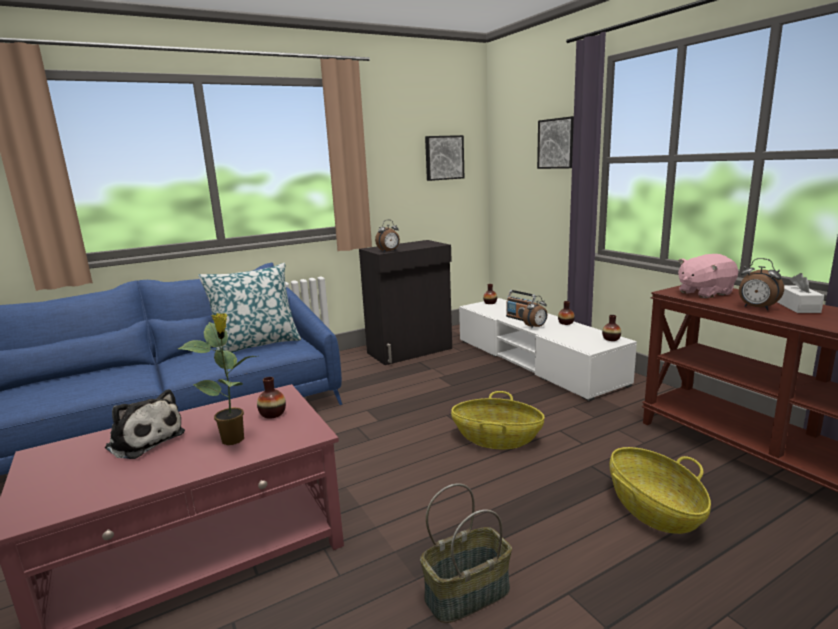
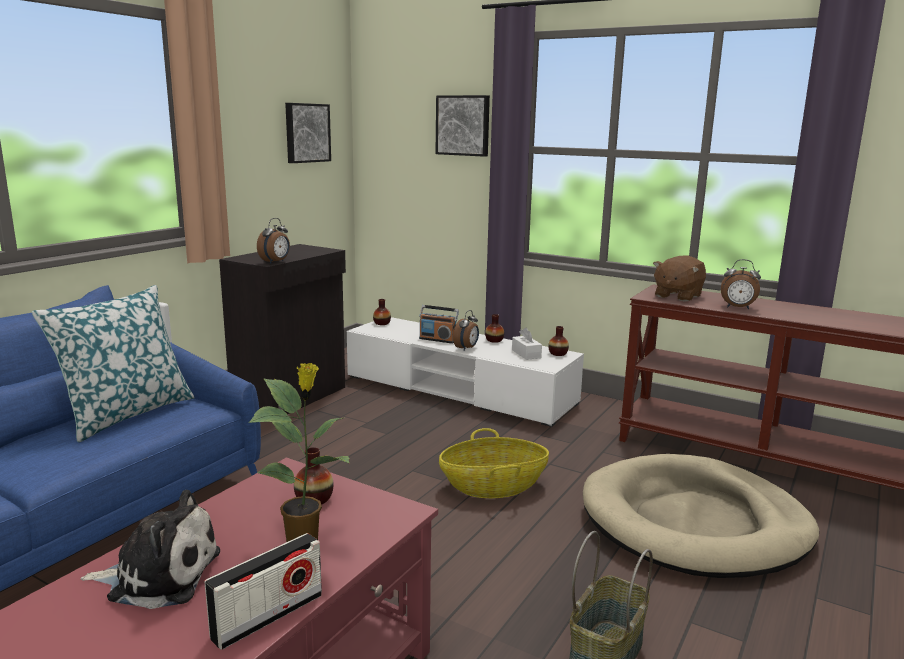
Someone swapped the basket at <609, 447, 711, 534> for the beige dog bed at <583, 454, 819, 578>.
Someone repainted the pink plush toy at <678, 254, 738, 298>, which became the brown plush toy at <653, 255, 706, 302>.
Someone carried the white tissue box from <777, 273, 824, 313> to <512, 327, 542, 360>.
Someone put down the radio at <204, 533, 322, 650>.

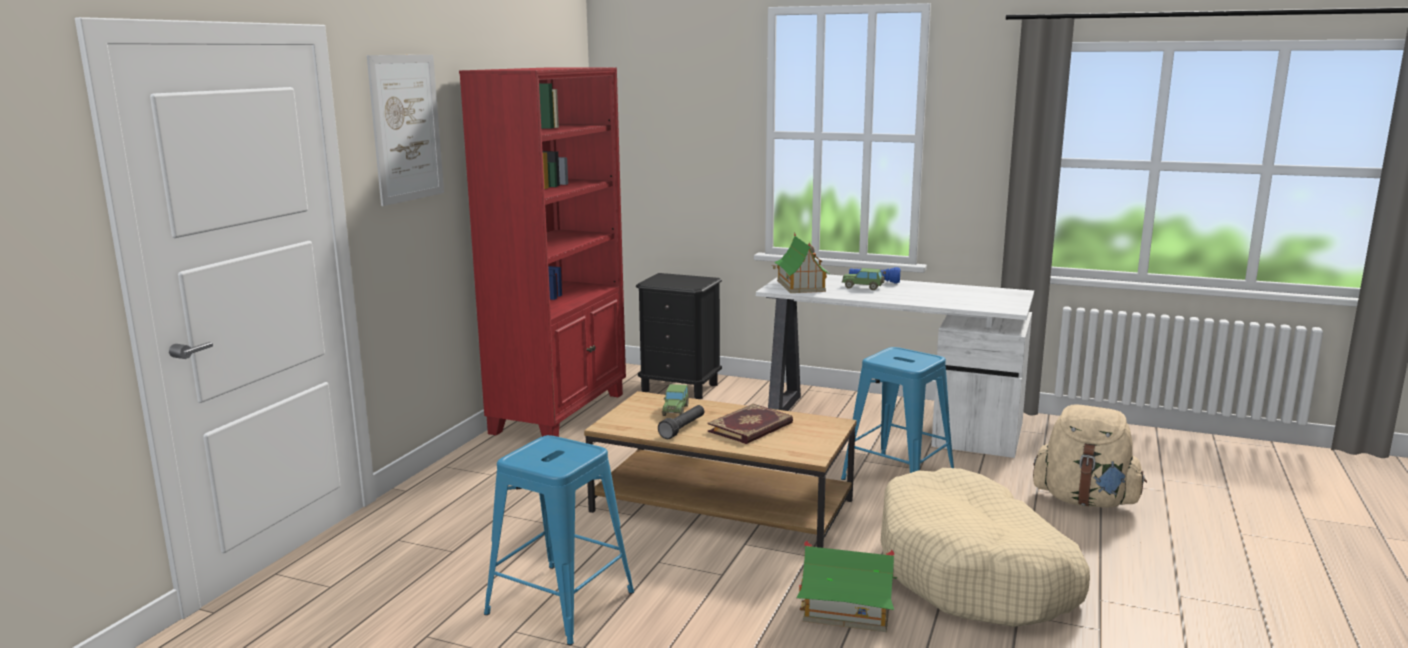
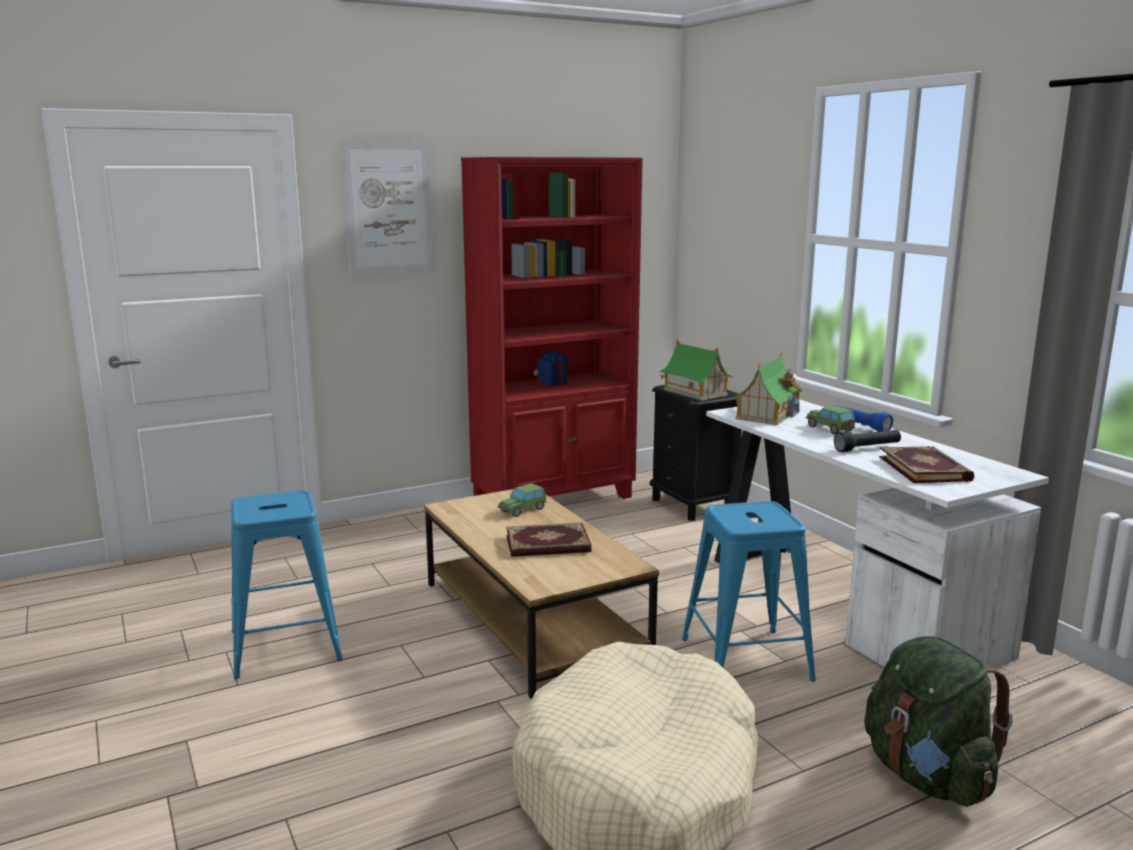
Someone carried the black flashlight from <658, 405, 704, 439> to <834, 430, 901, 452>.
Someone carried the toy house from <796, 541, 897, 632> to <659, 339, 734, 401>.
Someone repainted the beige backpack at <1033, 404, 1147, 508>, which became the green backpack at <864, 636, 1013, 807>.
Someone put down the book at <879, 446, 974, 483>.

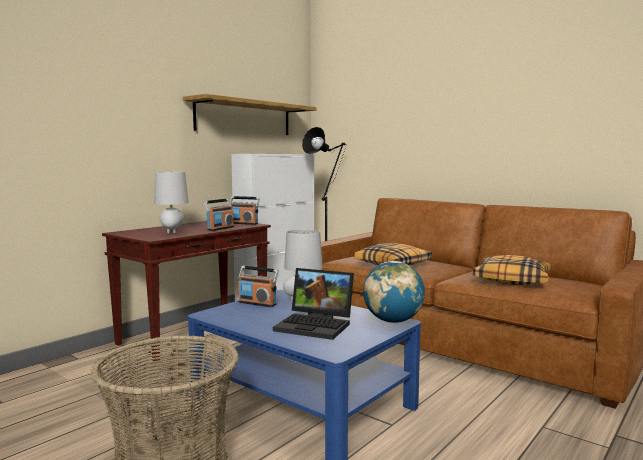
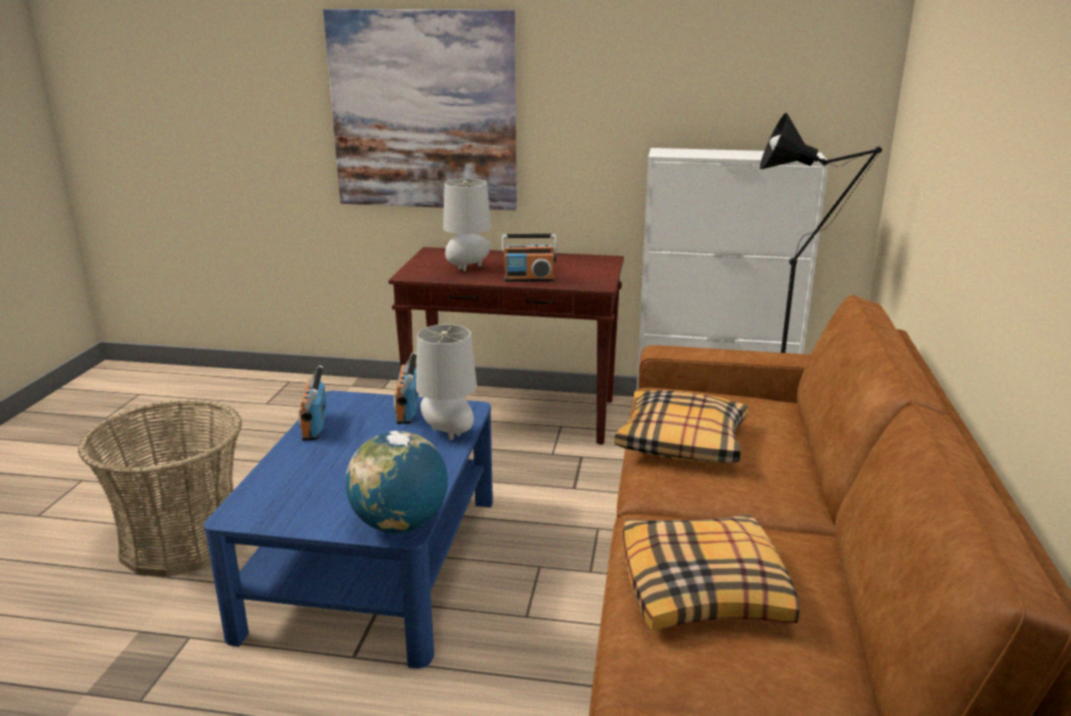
Someone took away the shelf at <183, 94, 316, 135>.
Someone carried the radio from <230, 196, 260, 225> to <299, 365, 327, 441>.
Someone took away the laptop at <273, 268, 354, 340>.
Someone put up the picture at <323, 9, 517, 210>.

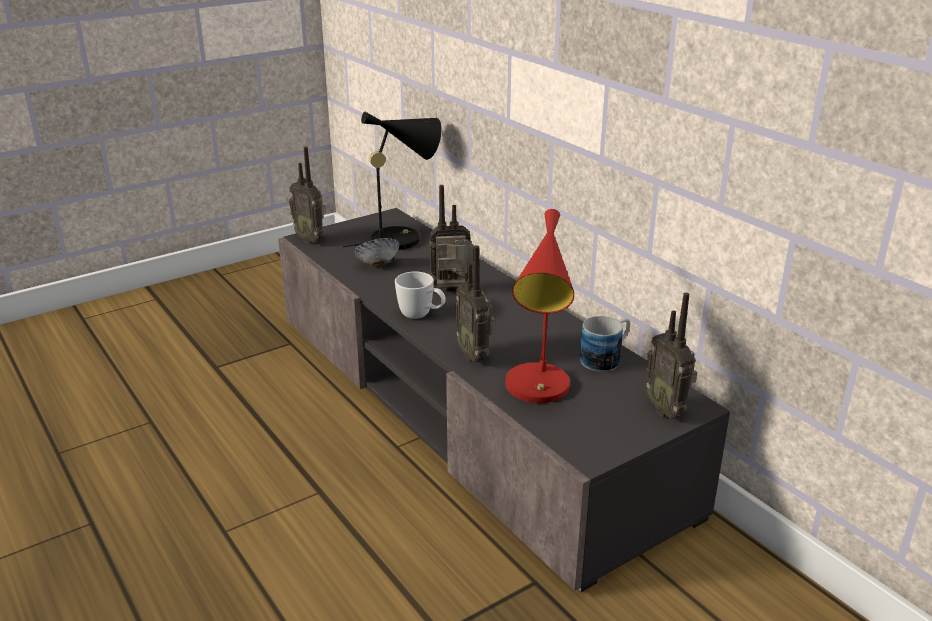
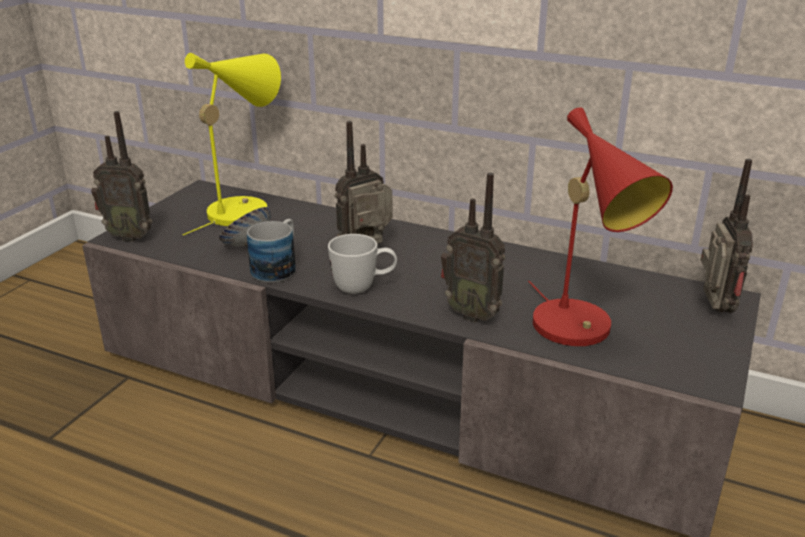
Someone repainted the black table lamp at <342, 112, 442, 250>, which became the yellow table lamp at <182, 53, 281, 235>.
Someone carried the mug from <580, 316, 630, 372> to <247, 219, 296, 283>.
Someone rotated the radio at <646, 293, 697, 418> by 120 degrees counterclockwise.

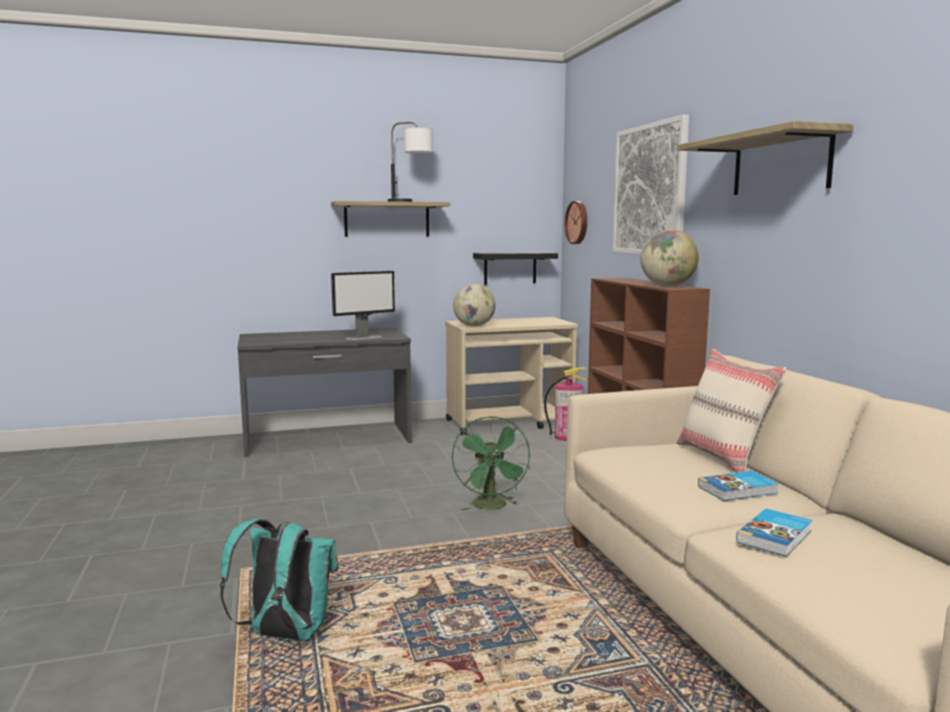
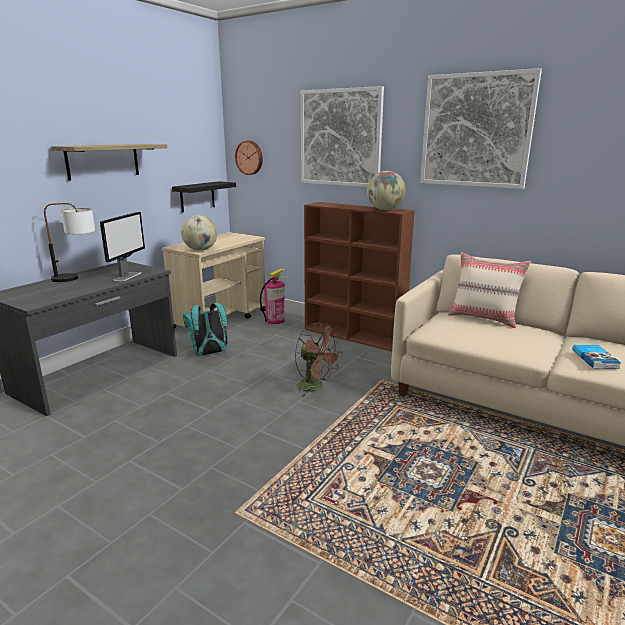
Someone carried the turquoise backpack from <220, 518, 338, 641> to <183, 303, 227, 356>.
Someone carried the table lamp from <388, 122, 433, 202> to <44, 203, 95, 282>.
Someone repainted the green fan at <452, 416, 530, 511>, which became the brown fan at <295, 323, 343, 397>.
Someone swapped the shelf at <677, 121, 854, 195> for the picture at <420, 68, 542, 189>.
Someone took away the book at <698, 471, 779, 501>.

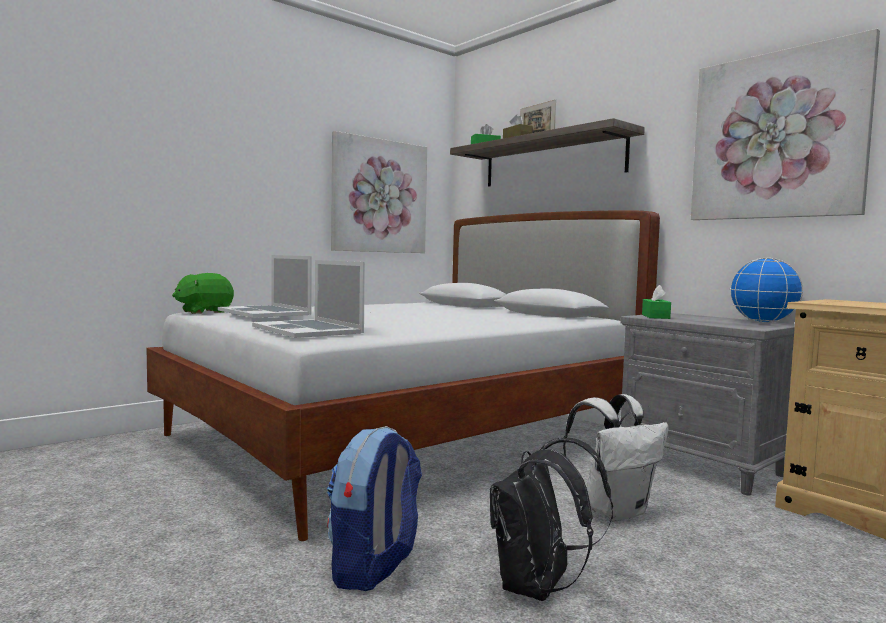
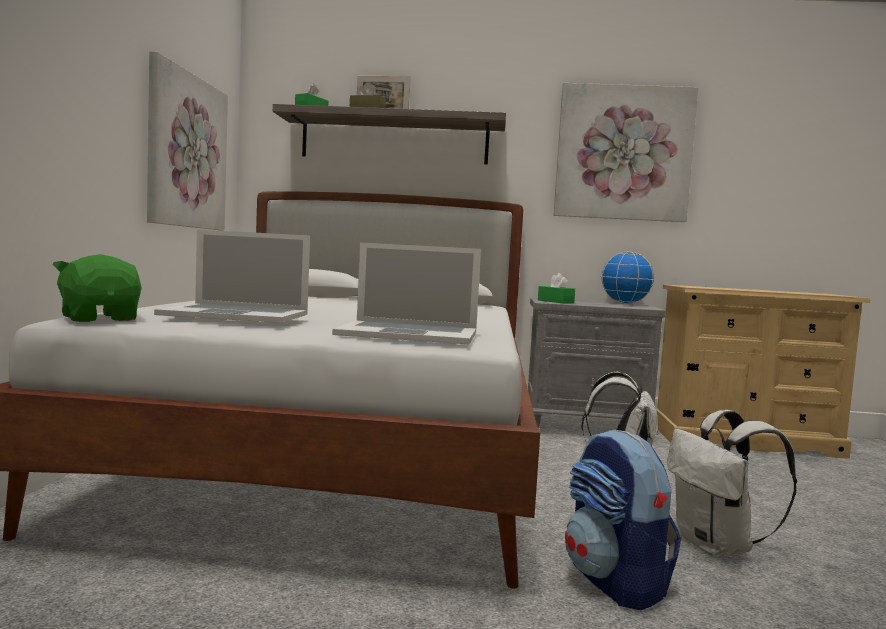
Someone rotated the green plush toy at <172, 273, 234, 314> by 135 degrees clockwise.
Someone repainted the black backpack at <490, 438, 613, 601>, which became the white backpack at <668, 410, 797, 556>.

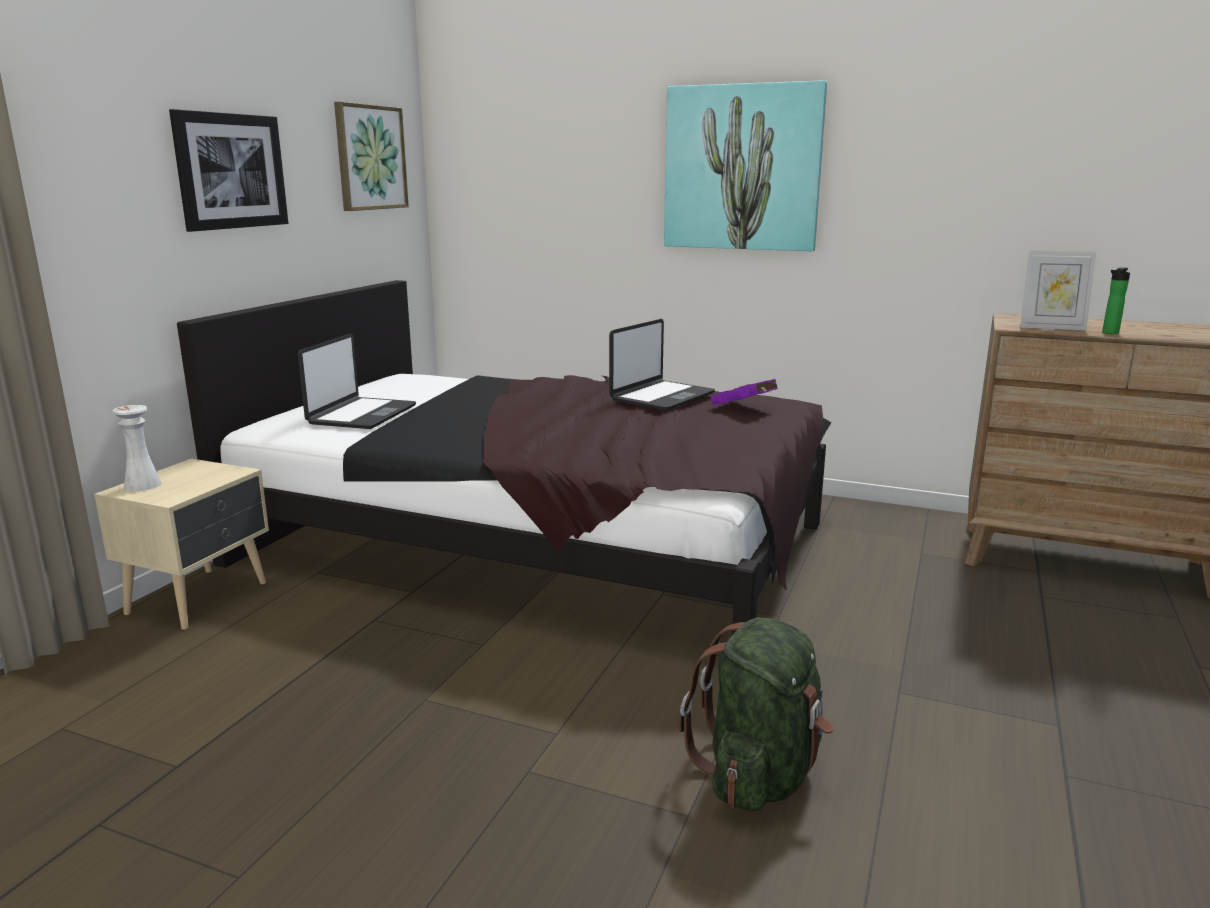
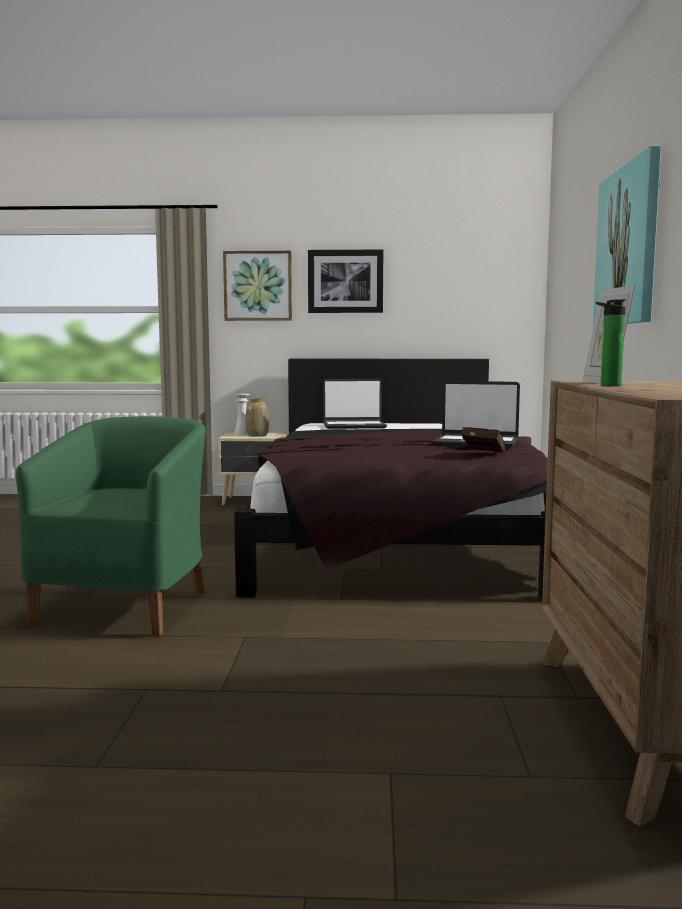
Someone carried the picture from <334, 102, 409, 211> to <223, 251, 292, 321>.
Someone swapped the green backpack at <678, 618, 834, 811> for the green armchair at <16, 416, 205, 637>.
Someone repainted the purple book at <711, 379, 778, 405>, which became the red book at <462, 427, 505, 453>.
Someone put down the vase at <245, 399, 269, 437>.

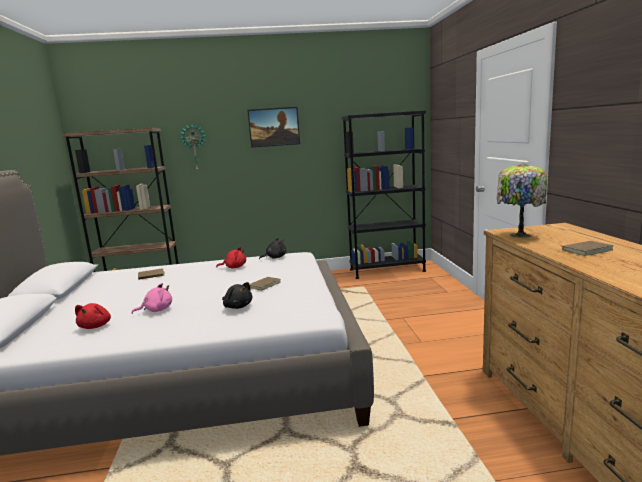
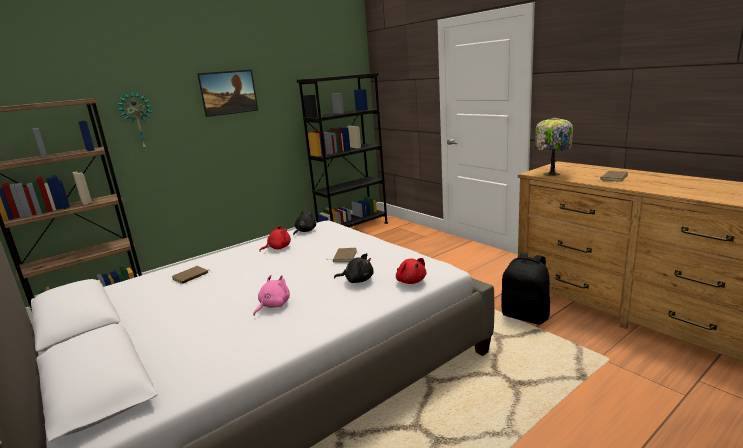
Someone carried the red plush toy from <75, 303, 111, 329> to <396, 258, 427, 284>.
Someone put down the black backpack at <501, 252, 550, 324>.

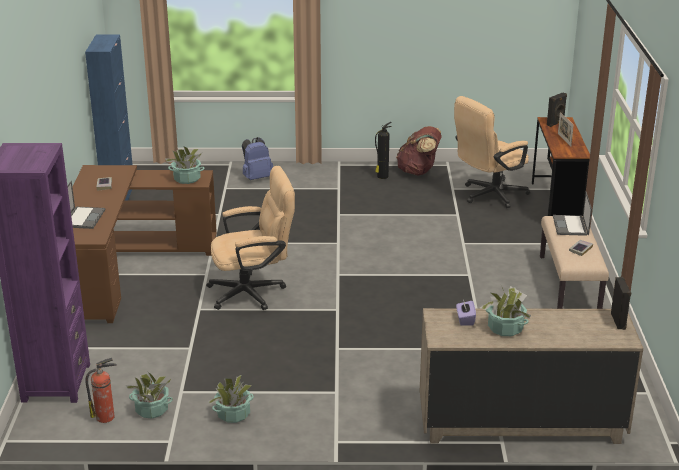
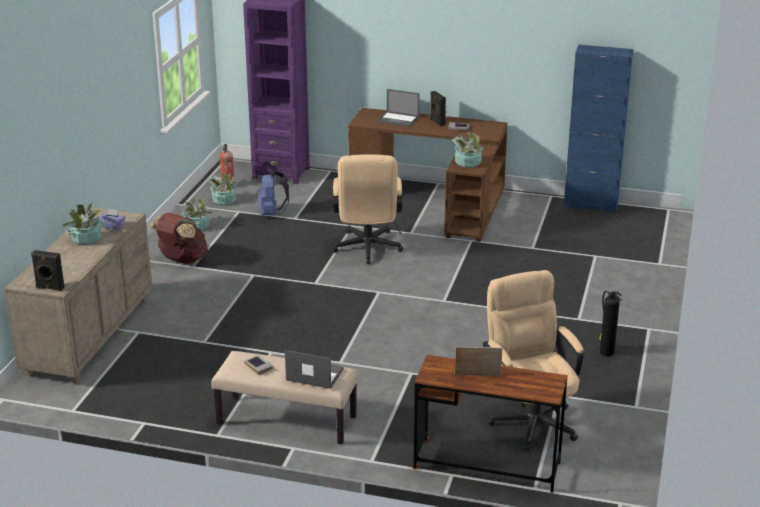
Someone carried the blue backpack from <242, 137, 273, 180> to <259, 171, 289, 215>.
Someone carried the brown backpack from <396, 126, 442, 175> to <149, 213, 208, 264>.
Someone carried the black speaker from <547, 93, 567, 127> to <430, 91, 446, 127>.

